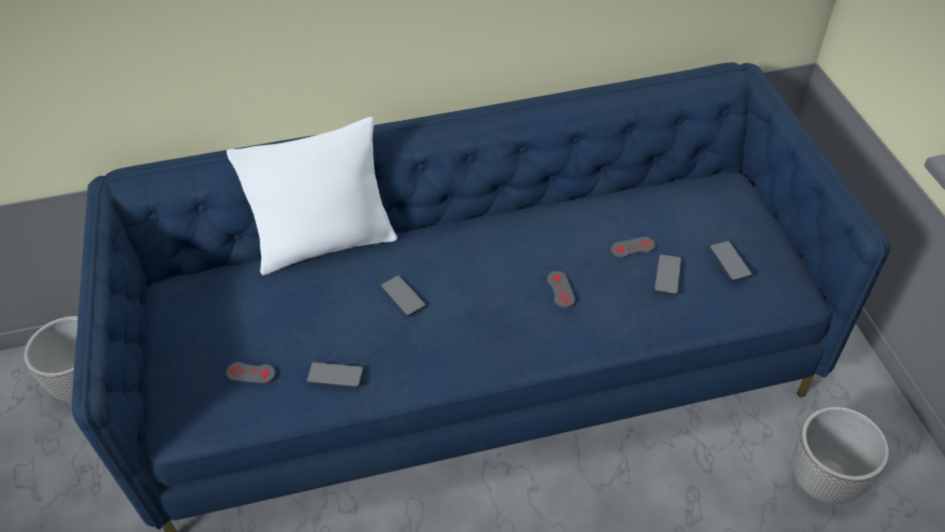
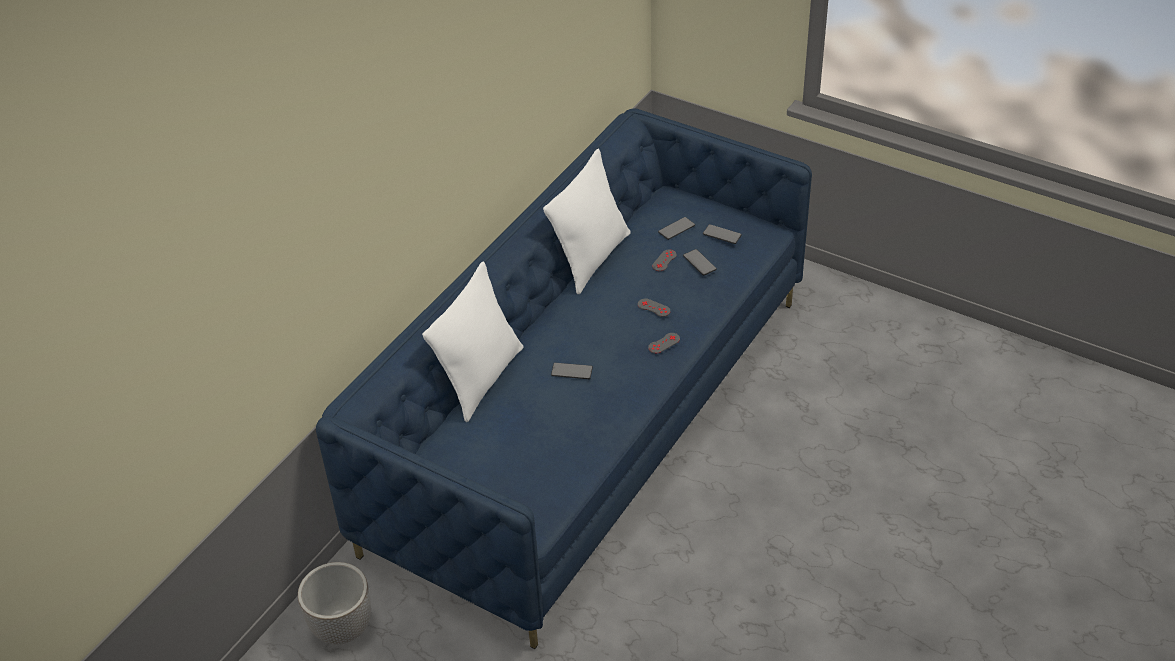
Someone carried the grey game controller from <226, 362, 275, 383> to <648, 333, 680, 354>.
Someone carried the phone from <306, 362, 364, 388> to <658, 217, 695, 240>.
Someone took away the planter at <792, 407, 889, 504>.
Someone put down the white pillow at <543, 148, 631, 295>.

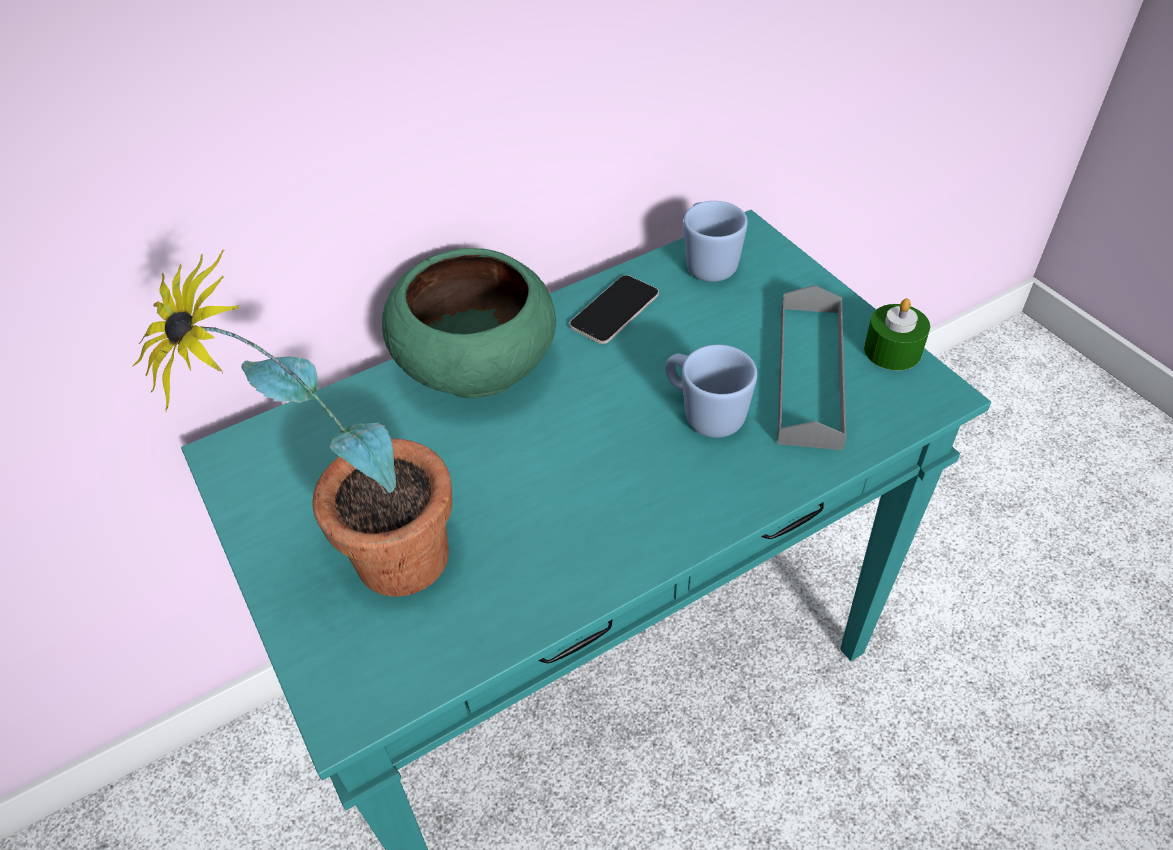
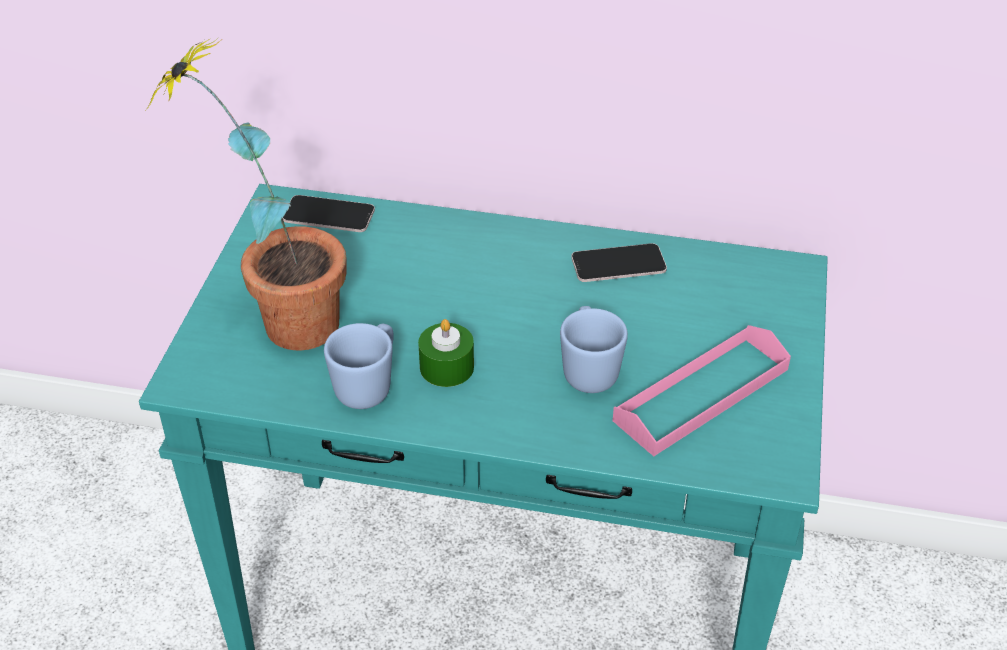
Someone took away the green bowl at <382, 248, 556, 398>.
Someone carried the blue mug from <683, 201, 748, 282> to <324, 323, 394, 409>.
Someone repainted the grey tray at <777, 285, 847, 450>, which became the pink tray at <613, 325, 791, 456>.
Someone carried the green candle from <864, 298, 930, 370> to <418, 319, 474, 387>.
Someone put down the phone at <283, 195, 375, 232>.

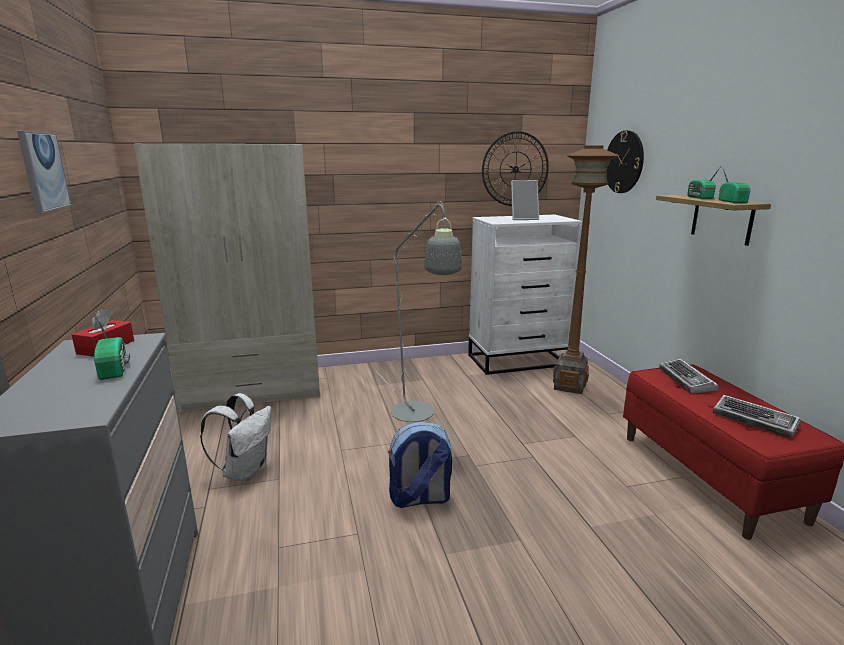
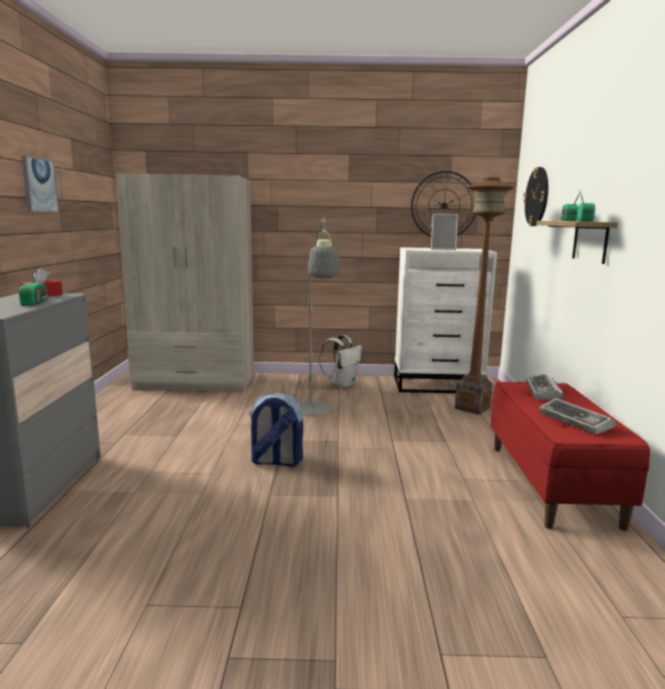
Someone carried the white backpack from <200, 393, 272, 482> to <319, 335, 362, 388>.

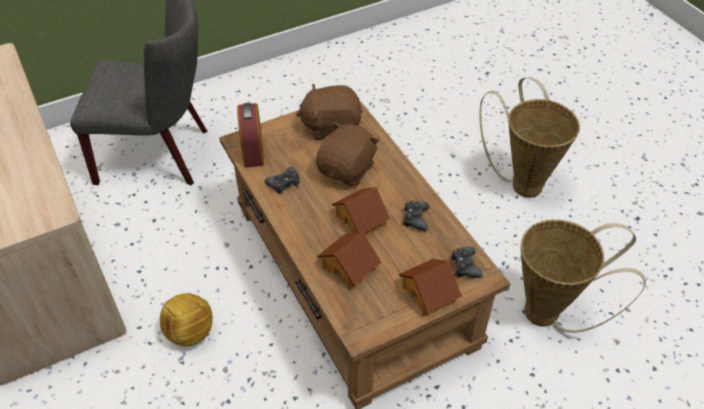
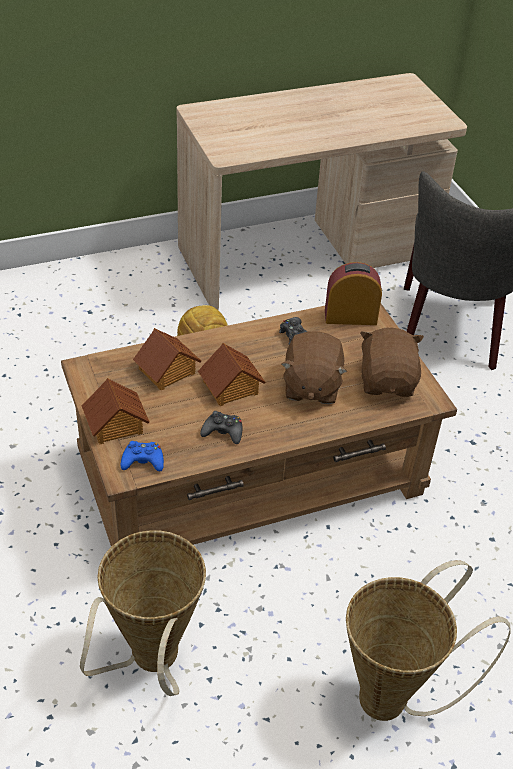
Someone rotated the brown plush toy at <316, 122, 380, 186> by 60 degrees clockwise.
Someone repainted the black game controller at <451, 247, 483, 278>, which became the blue game controller at <121, 441, 164, 471>.

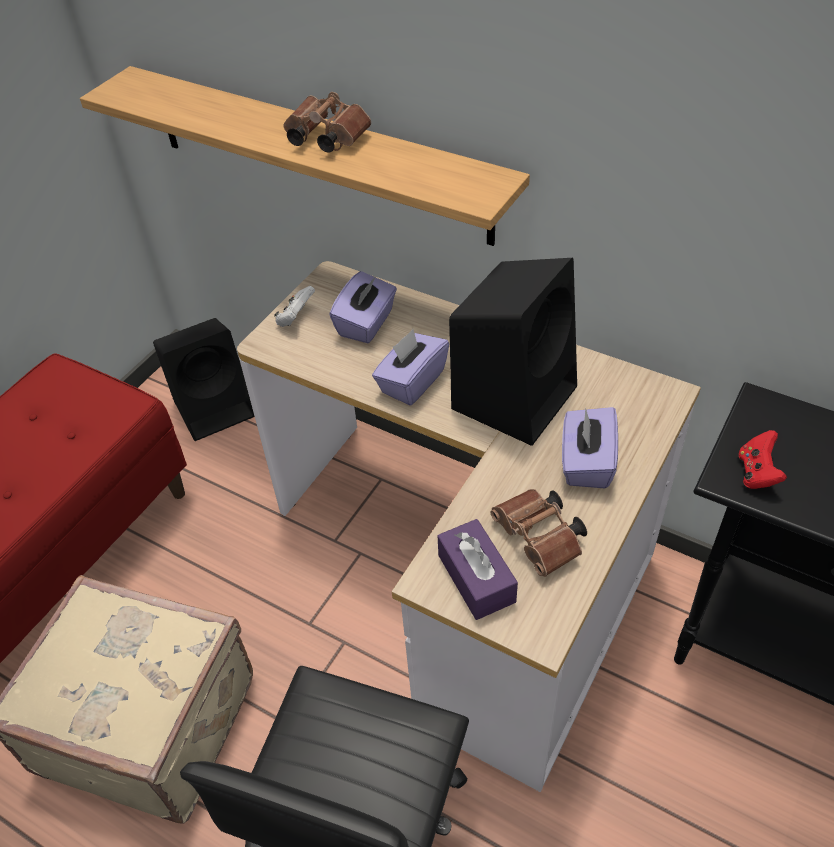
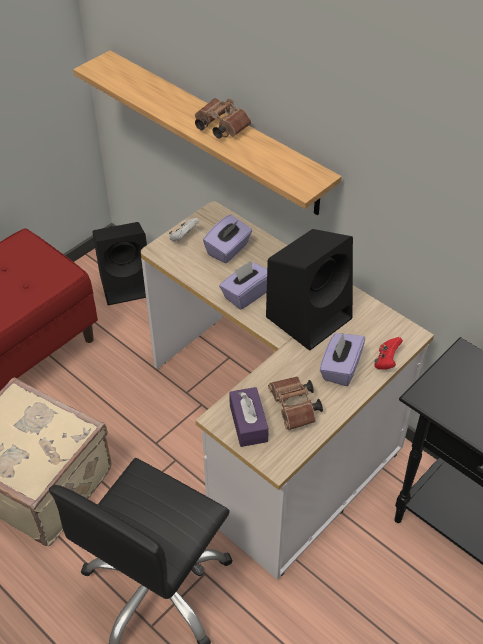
Someone carried the red game controller from <739, 430, 787, 489> to <374, 337, 403, 370>.

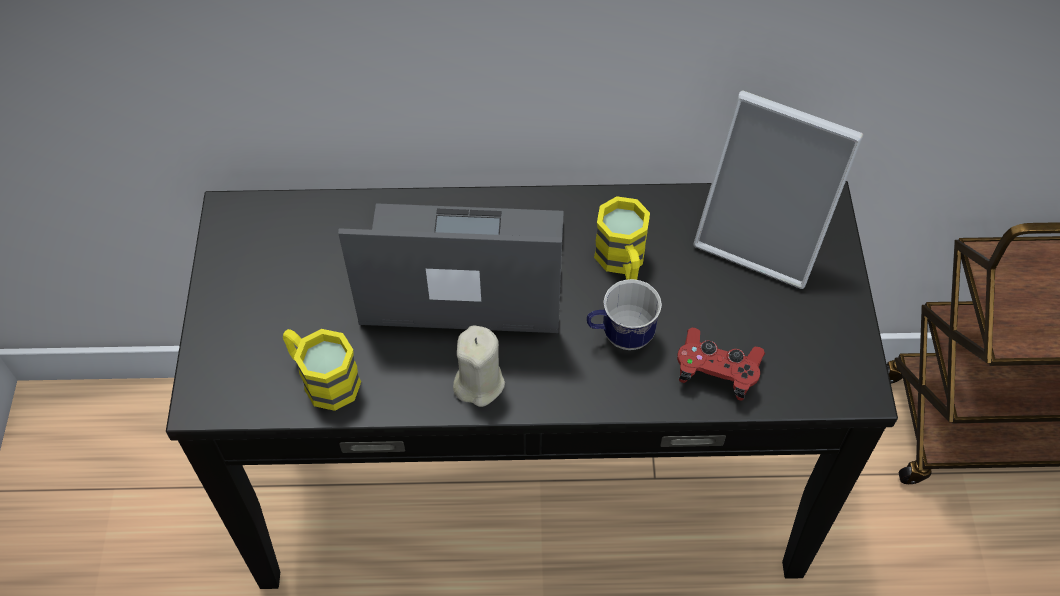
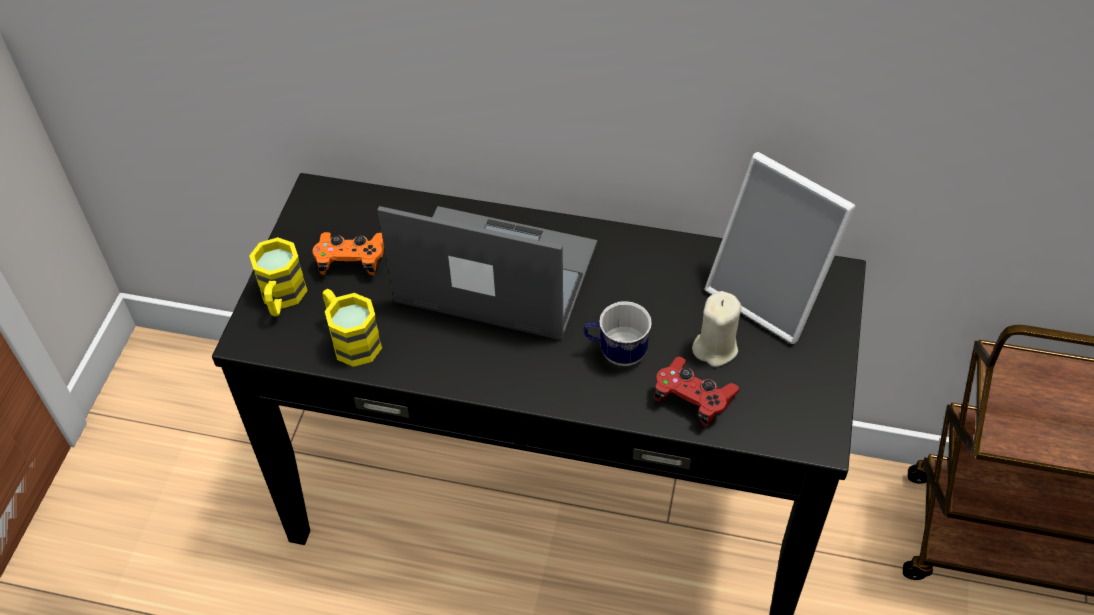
Someone carried the beige candle from <453, 325, 505, 407> to <692, 291, 742, 367>.
Someone carried the yellow mug from <594, 196, 650, 280> to <249, 237, 308, 316>.
Someone put down the orange game controller at <312, 232, 384, 275>.

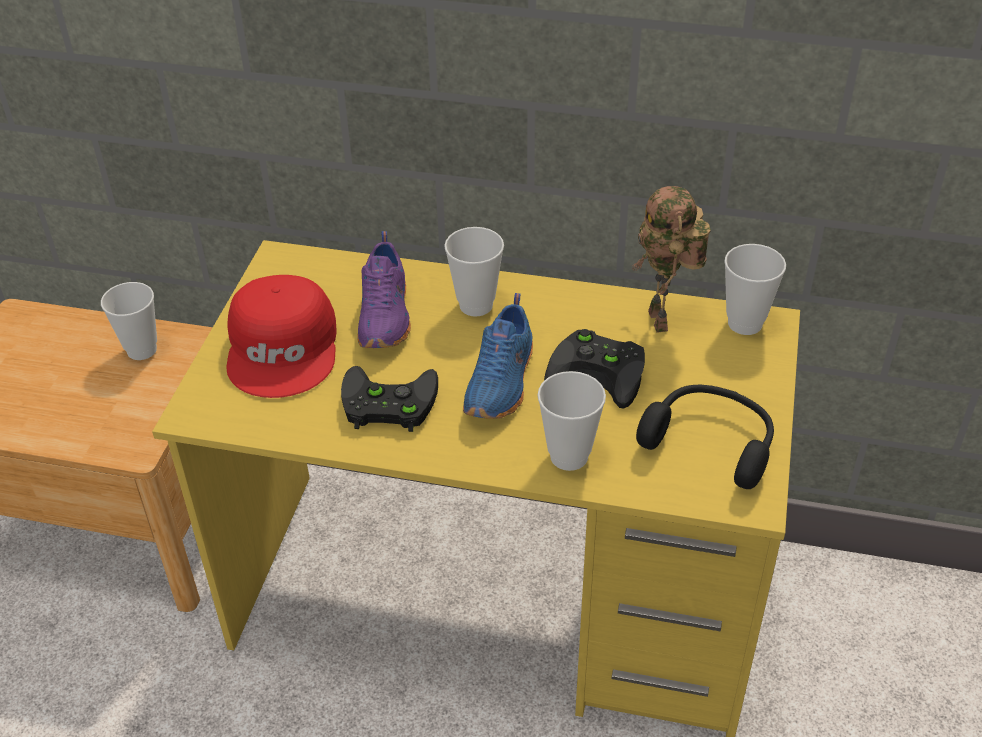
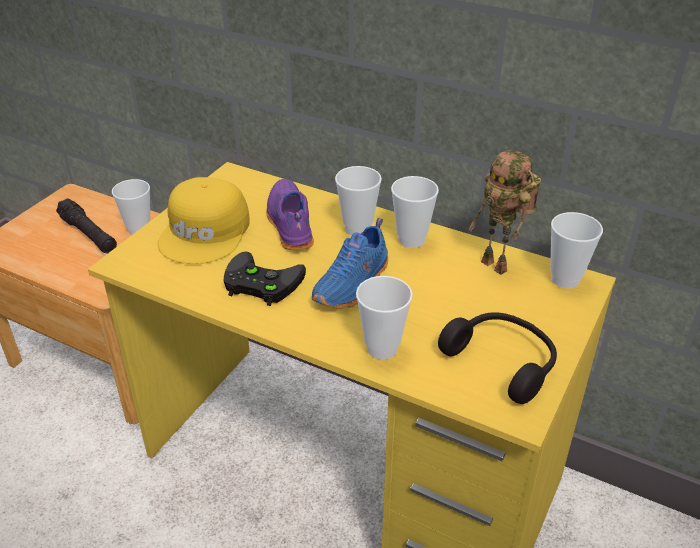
Someone repainted the red cap at <226, 275, 336, 398>, which became the yellow cap at <158, 177, 250, 264>.
Someone rotated the purple shoe at <357, 231, 411, 348> by 150 degrees clockwise.
Someone took away the black game controller at <544, 329, 645, 409>.
Someone rotated the toy robot at <632, 186, 711, 333> by 45 degrees counterclockwise.
Someone put down the black flashlight at <56, 198, 117, 253>.
Someone put down the cup at <391, 176, 439, 248>.

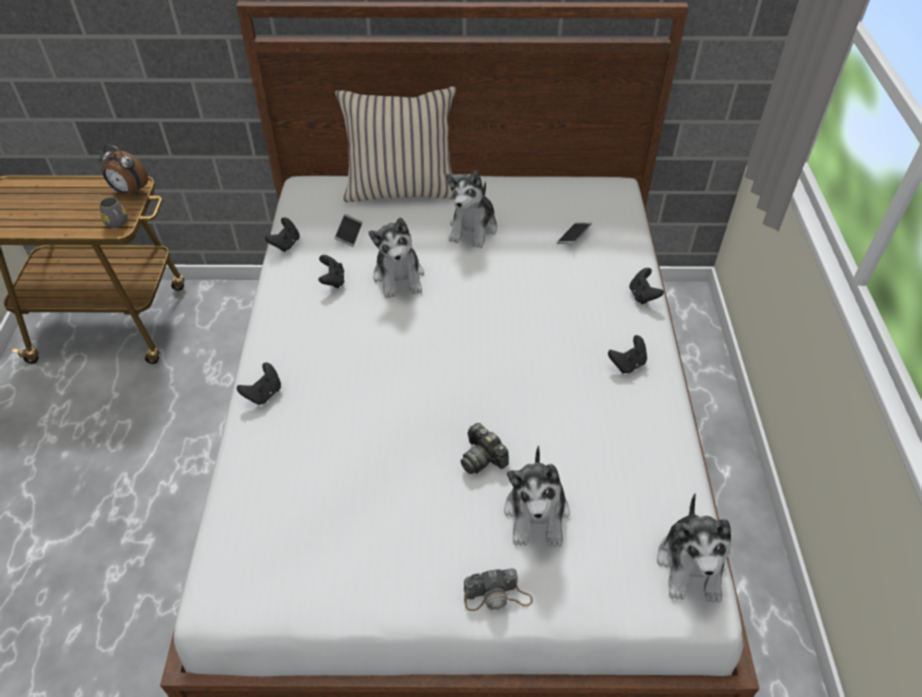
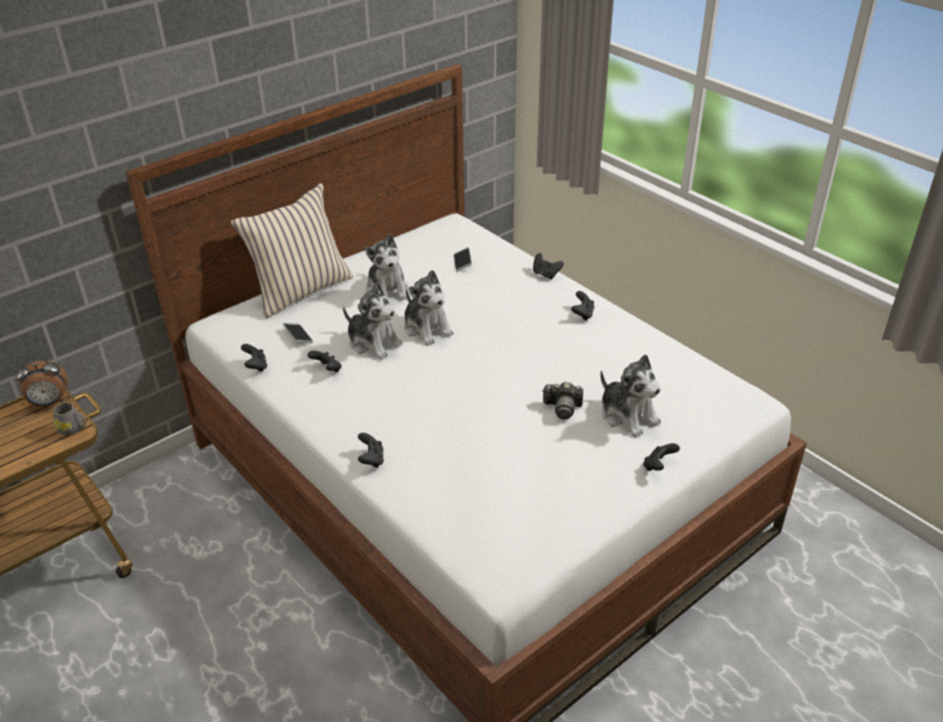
Someone swapped the photo camera at <464, 568, 533, 611> for the black game controller at <643, 443, 680, 471>.
Someone carried the plush toy from <657, 493, 731, 603> to <404, 270, 454, 346>.

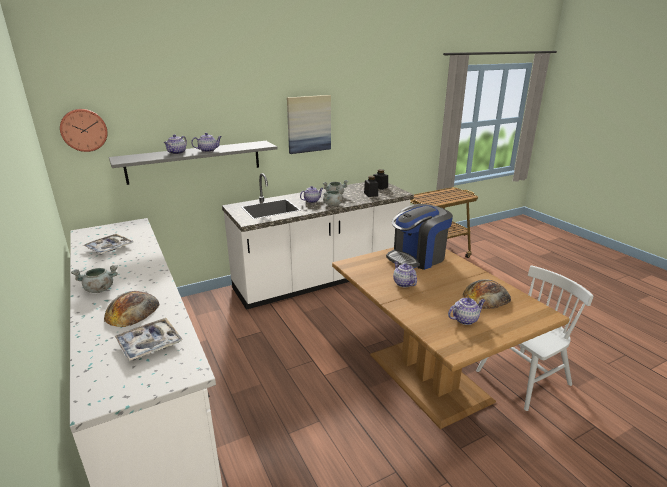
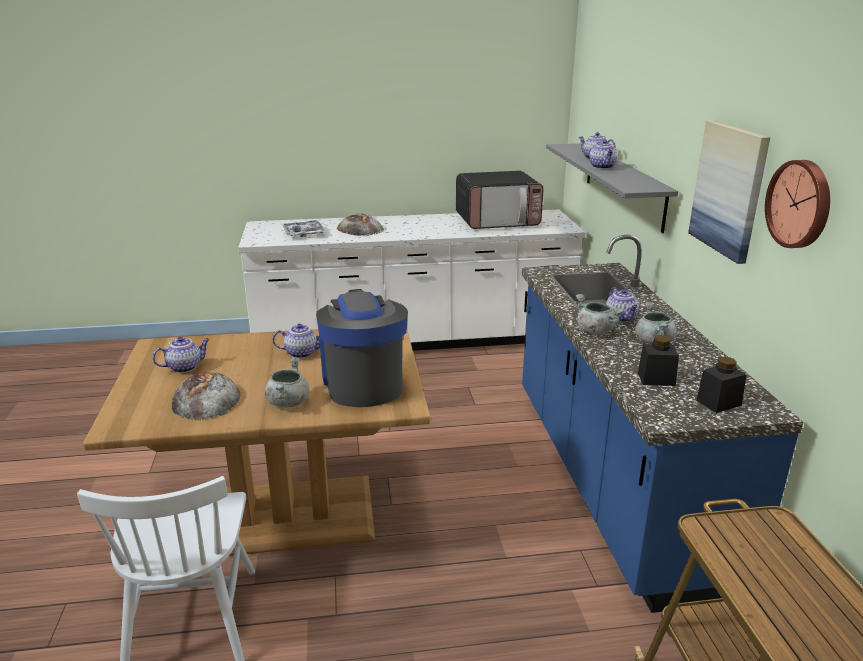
Someone carried the wall clock from <60, 109, 107, 152> to <765, 160, 830, 248>.
Someone carried the grey cooking pot from <71, 265, 118, 293> to <265, 357, 309, 407>.
Someone swapped the tray at <84, 234, 134, 254> for the microwave at <456, 171, 544, 229>.
Someone repainted the white counter at <222, 173, 414, 310>, which became the blue counter at <522, 235, 803, 613>.
Someone rotated the teapot at <448, 298, 486, 325> by 120 degrees counterclockwise.

